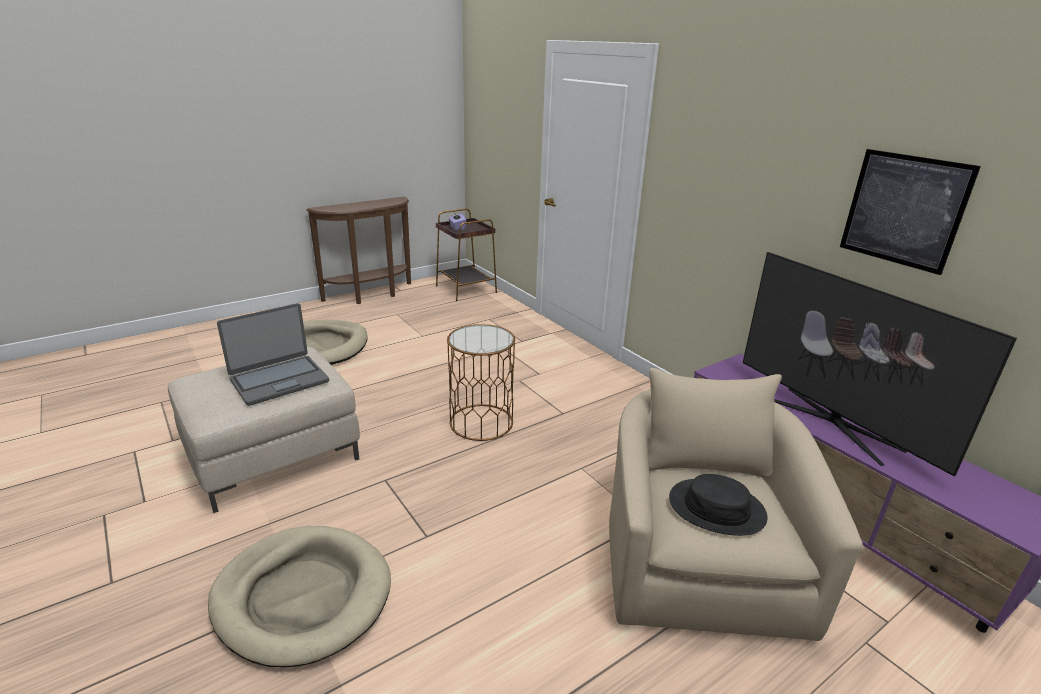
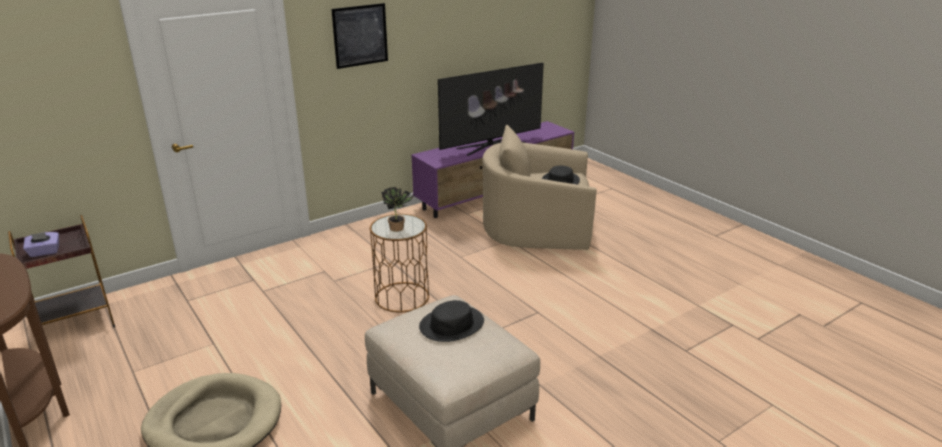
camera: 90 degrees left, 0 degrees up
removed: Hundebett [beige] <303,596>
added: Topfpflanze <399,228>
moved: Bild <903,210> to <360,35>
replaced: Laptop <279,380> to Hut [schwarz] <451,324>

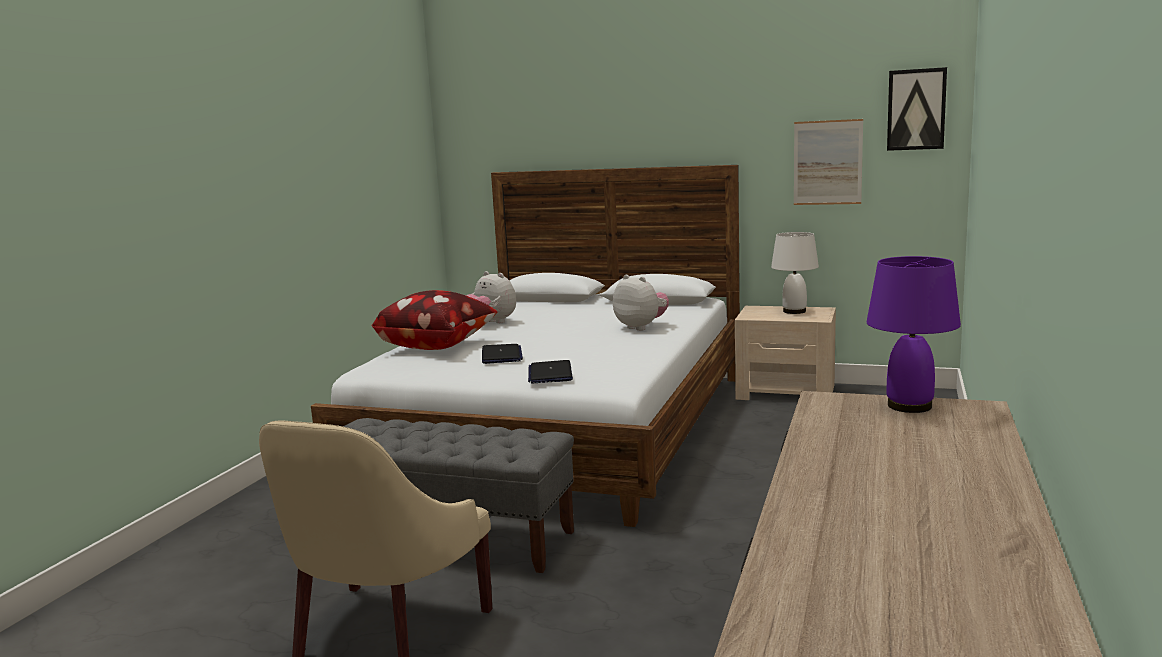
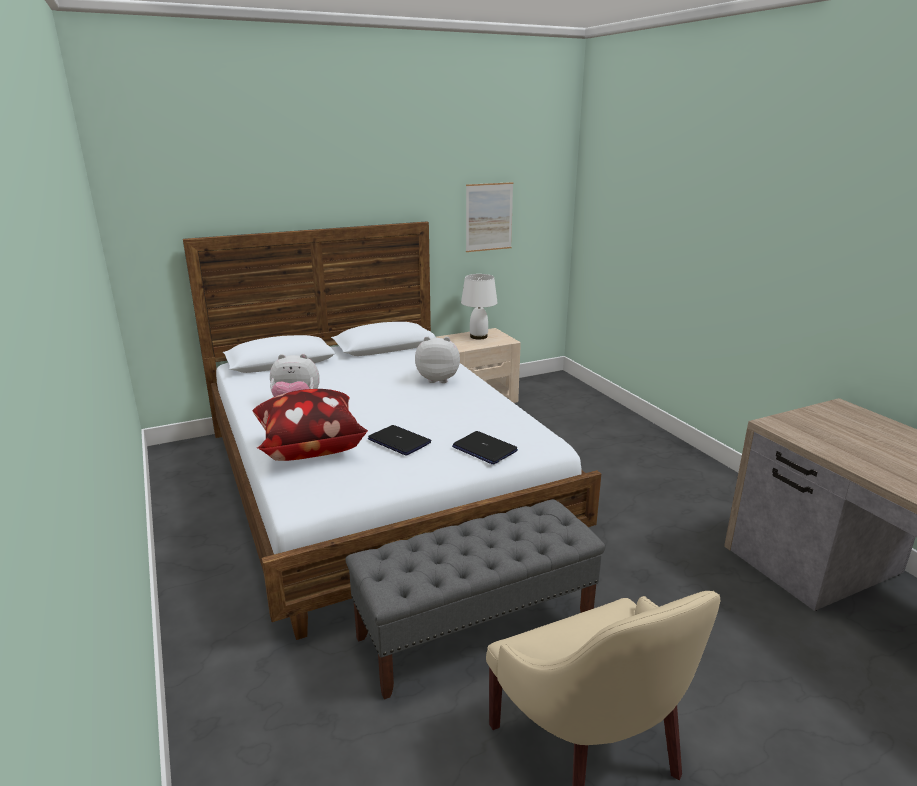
camera: 45 degrees left, 10 degrees up
removed: Tischlampe [lila] <908,406>; Bild <916,109>

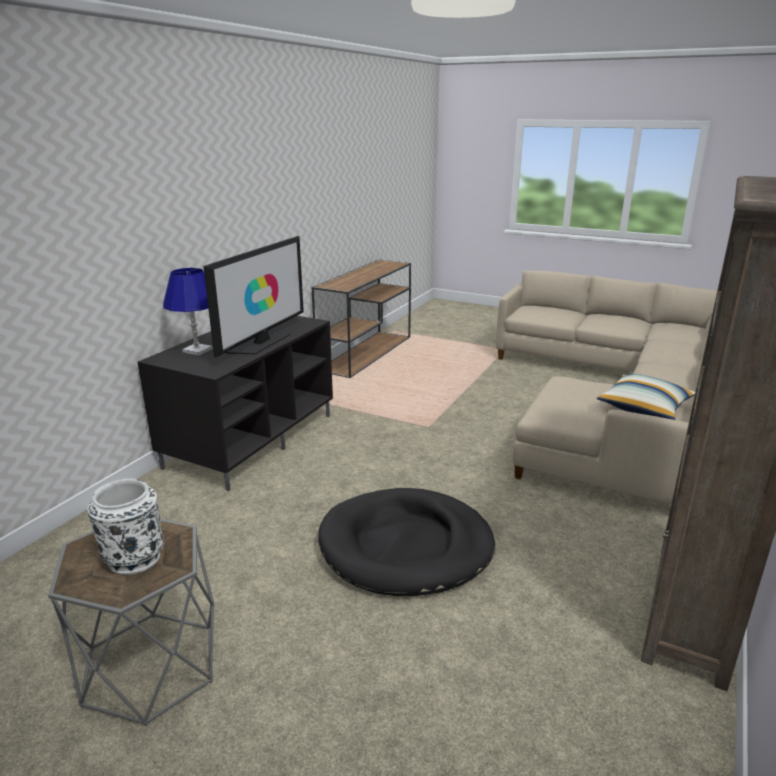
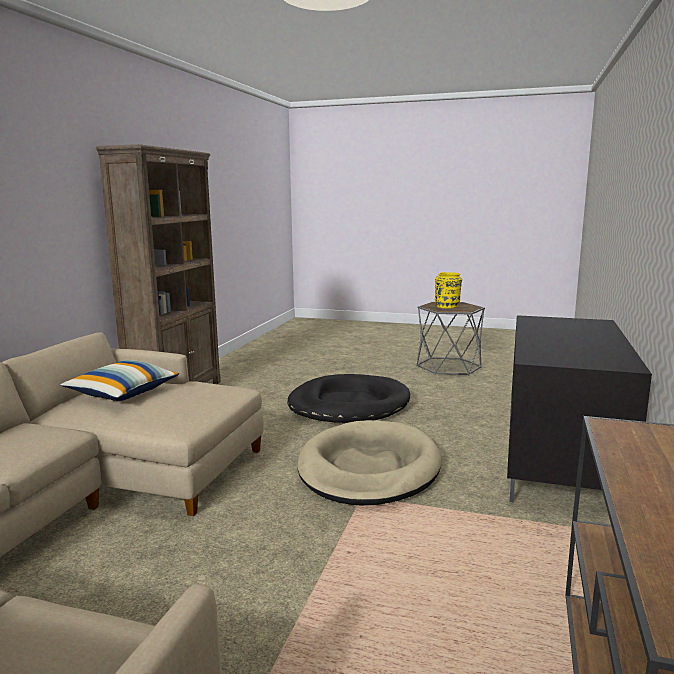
camera: 170 degrees right, 10 degrees down
removed: Tischlampe [blau] <197,350>; Fernseher <262,342>
added: Hundebett [beige] <369,468>
recoloured: Vase [weiß] <133,558> to Vase [gelb] <447,306>

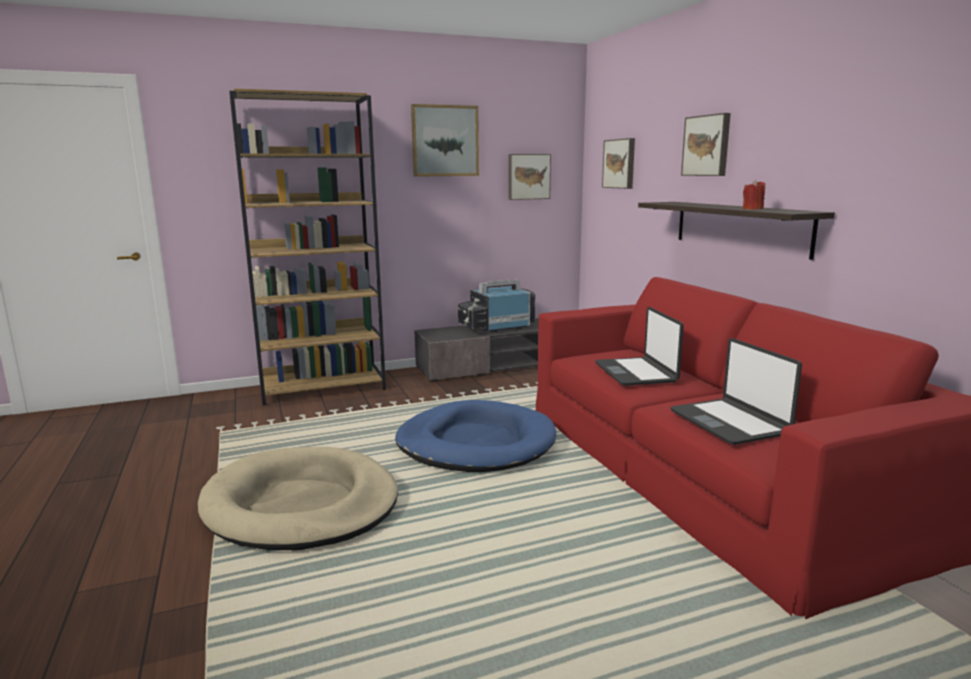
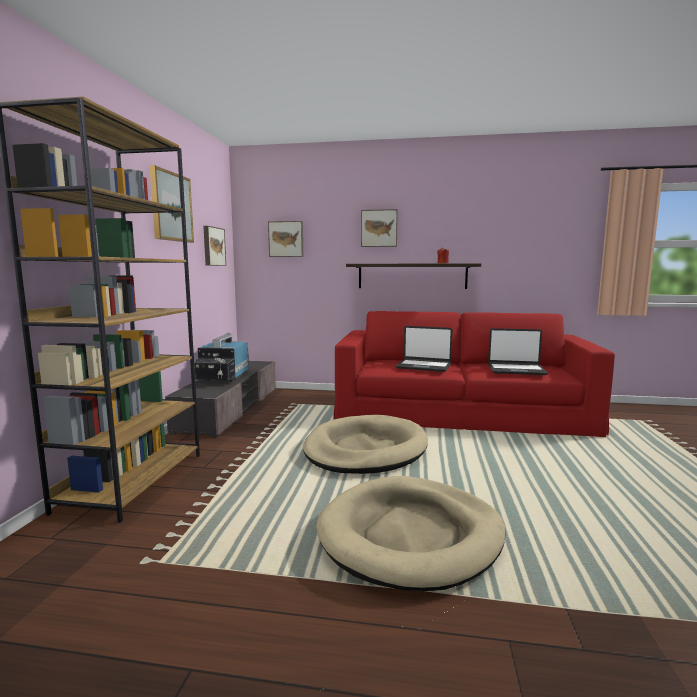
camera: 60 degrees left, 5 degrees down
recoloured: Hundebett [blau] <476,443> to Hundebett [beige] <365,450>

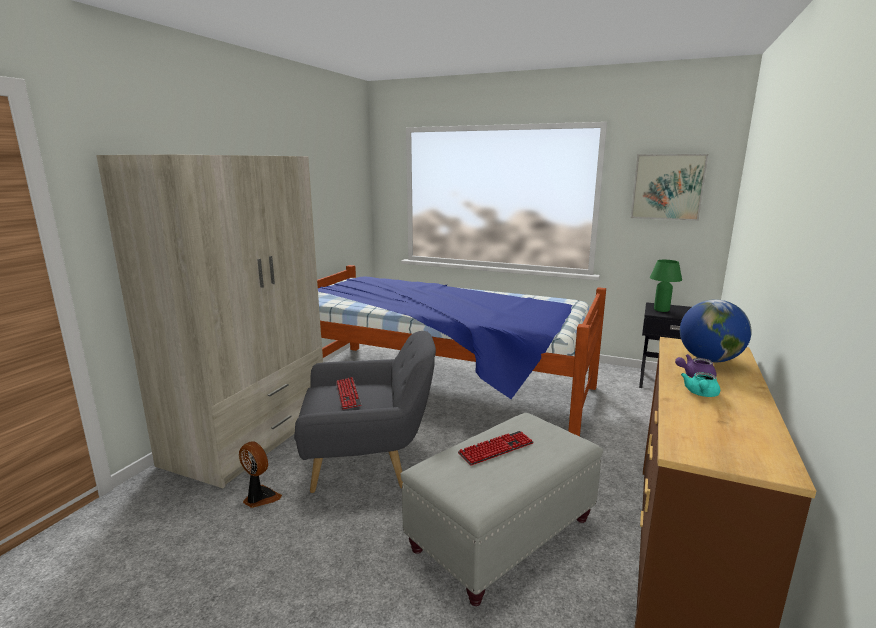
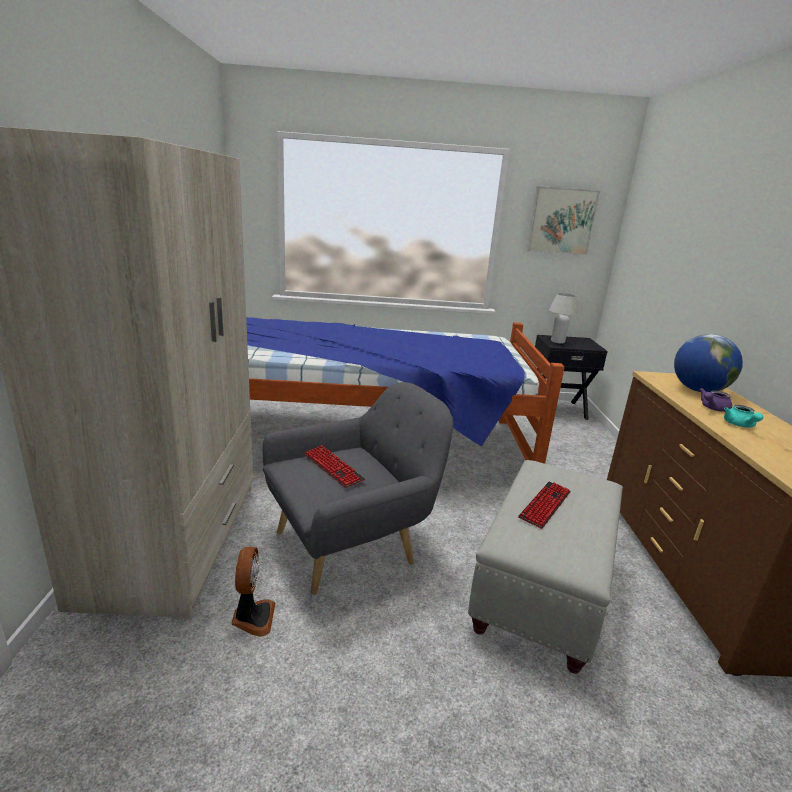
camera: 25 degrees left, 5 degrees up
recoloured: Tischlampe [grün] <661,310> to Tischlampe [weiß] <557,341>
turned: Ventilator <260,498> = <252,617> 75 degrees clockwise

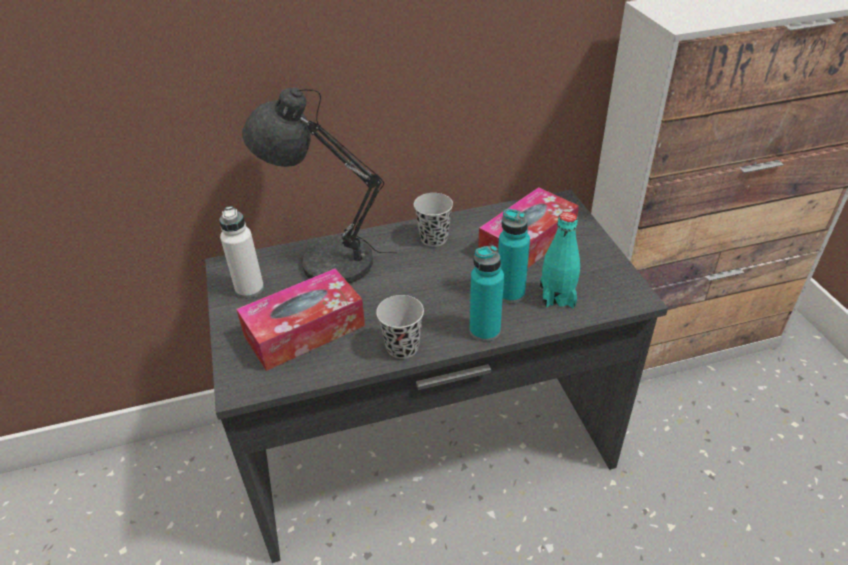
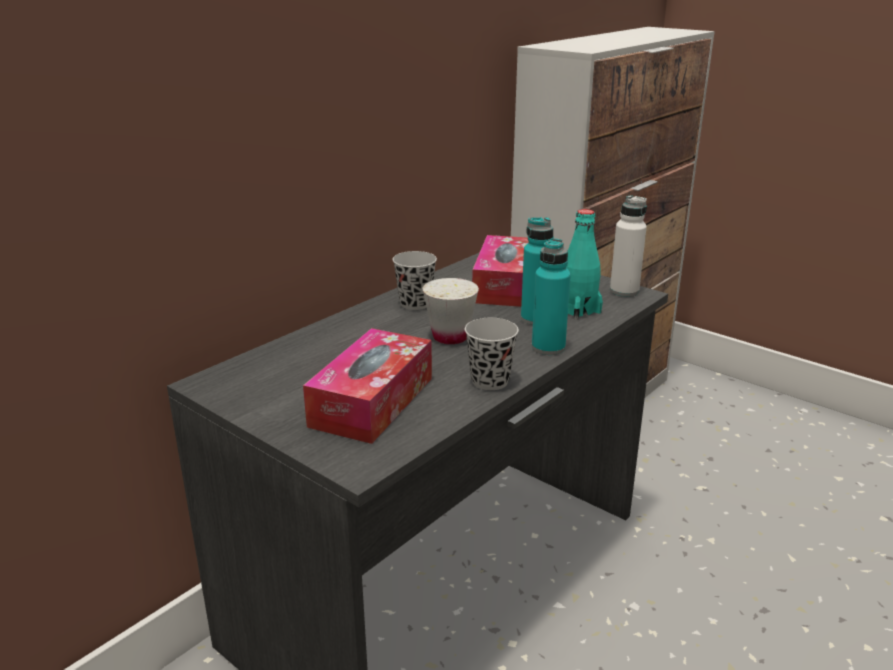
camera: 35 degrees left, 15 degrees down
removed: Tischlampe [grau] <328,261>
added: Tasse [weiß] <450,337>
moved: Flasche [weiß] <249,289> to <624,291>

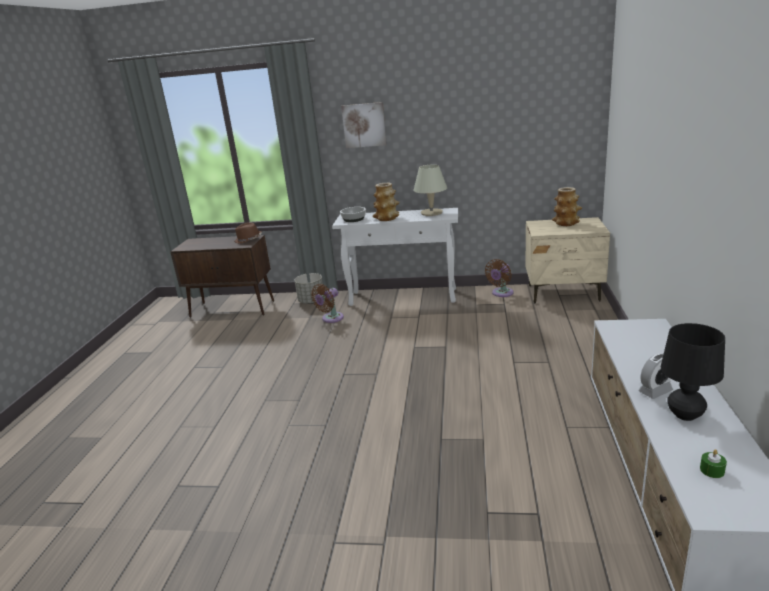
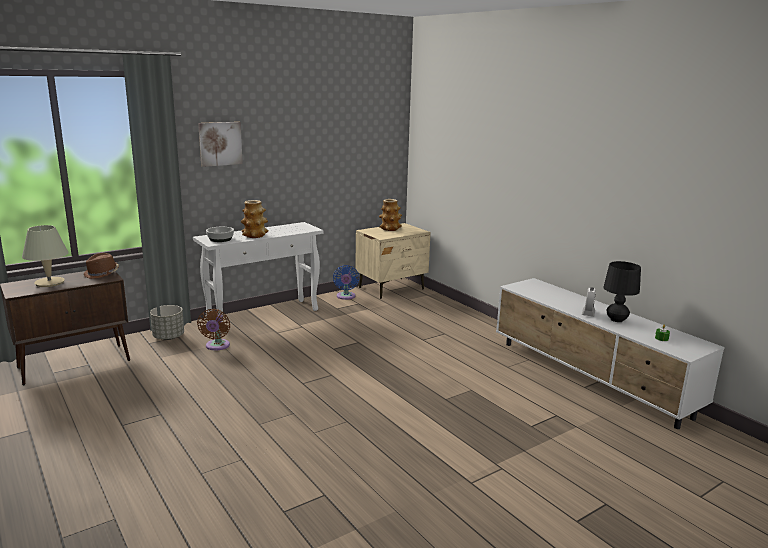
camera: 45 degrees left, 5 degrees down
moved: Tischlampe [beige] <431,213> to <49,283>
recoloured: Ventilator [braun] <501,293> to Ventilator [blau] <346,297>

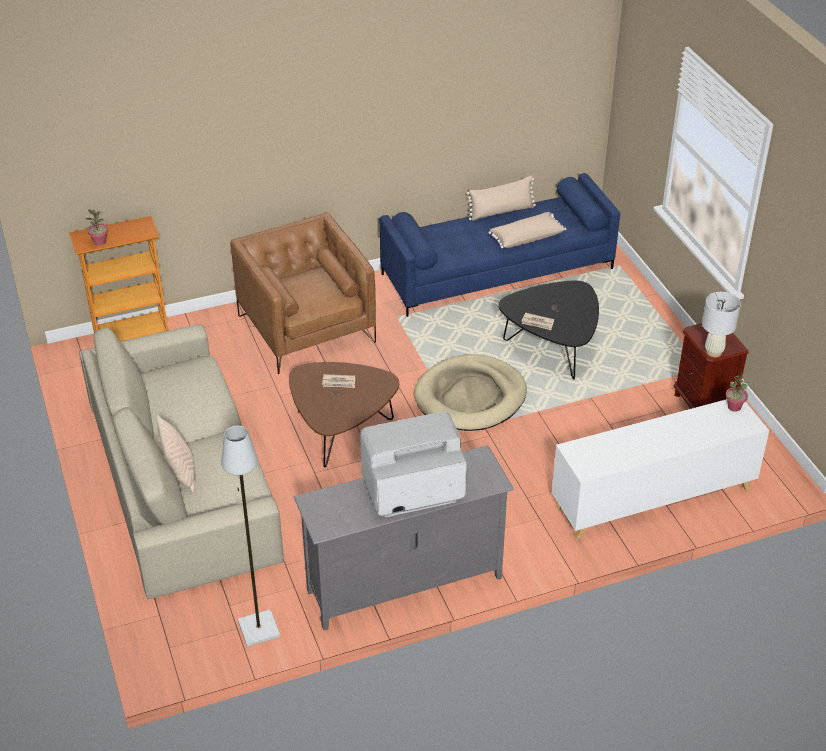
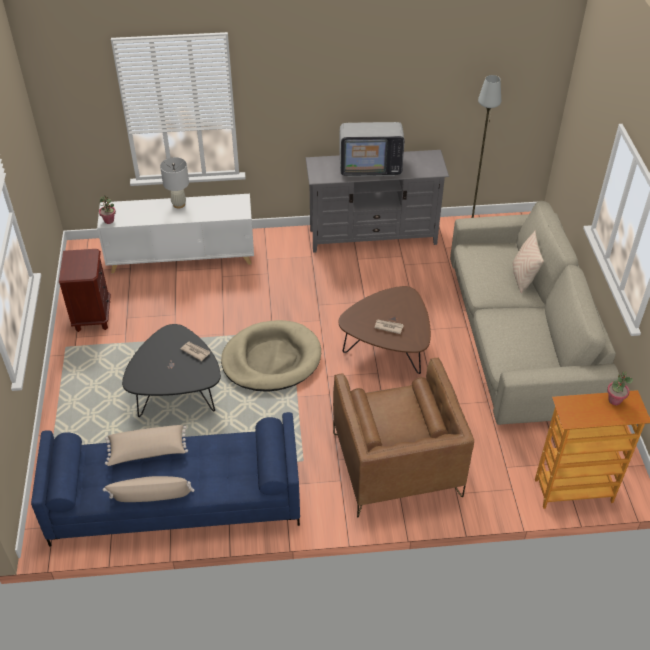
camera: 165 degrees left, 5 degrees up
moved: Tischlampe [weiß] <714,352> to <179,204>

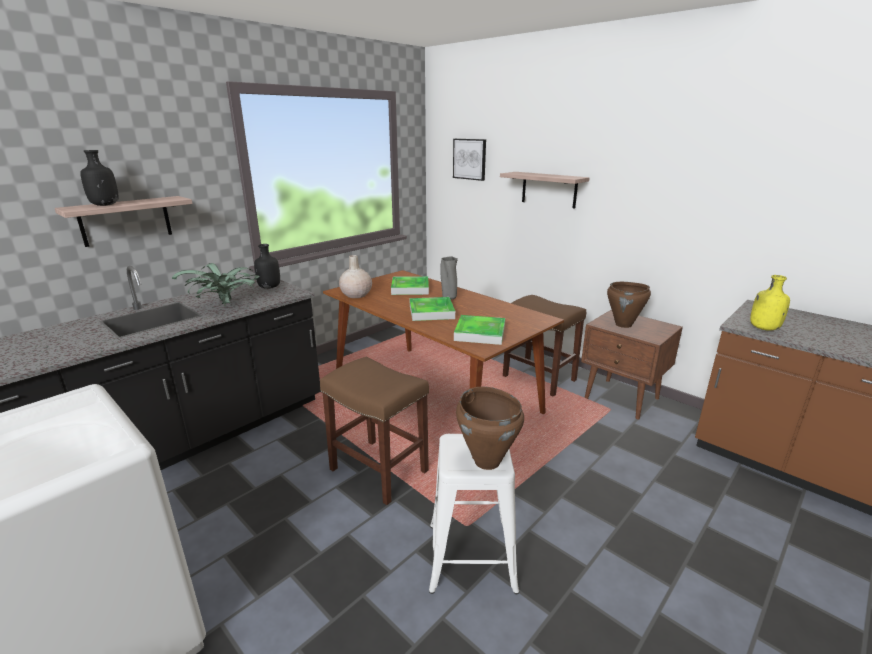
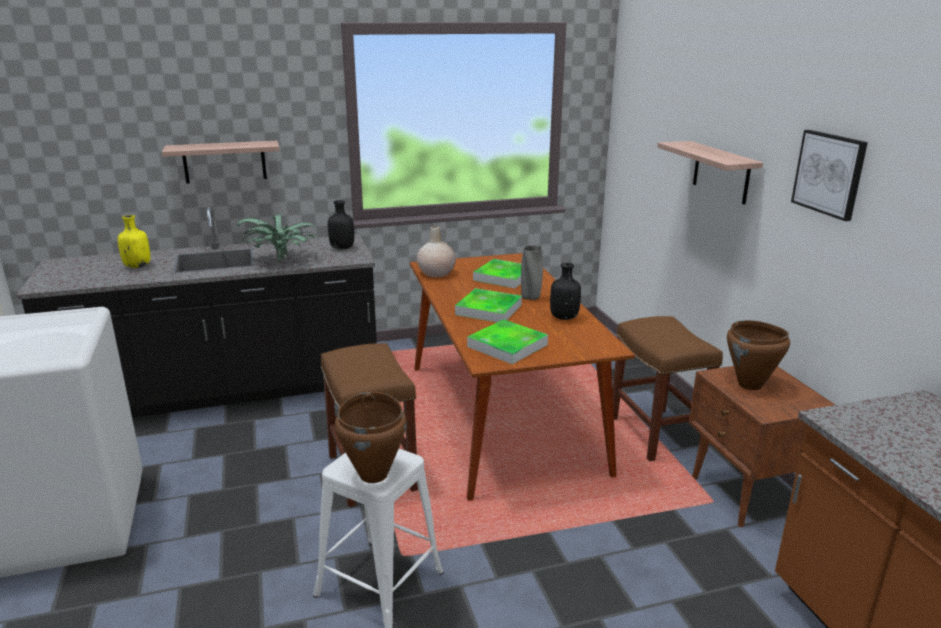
camera: 30 degrees right, 0 degrees up
moved: Flasche [gelb] <763,328> to <137,266>; Flasche [schwarz] <104,205> to <563,317>; Bild <469,159> to <829,174>

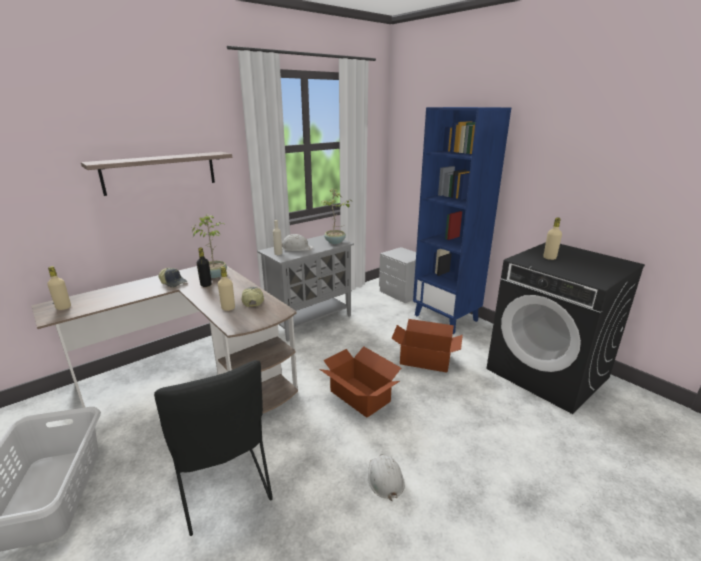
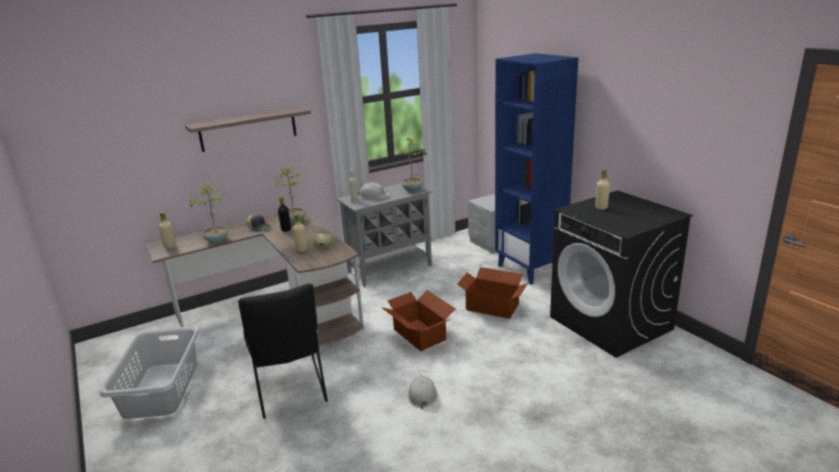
camera: 10 degrees right, 0 degrees up
added: Topfpflanze <216,240>

